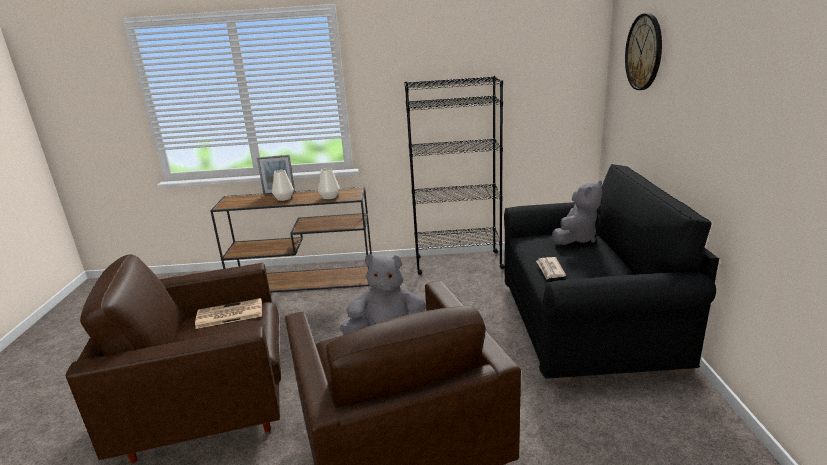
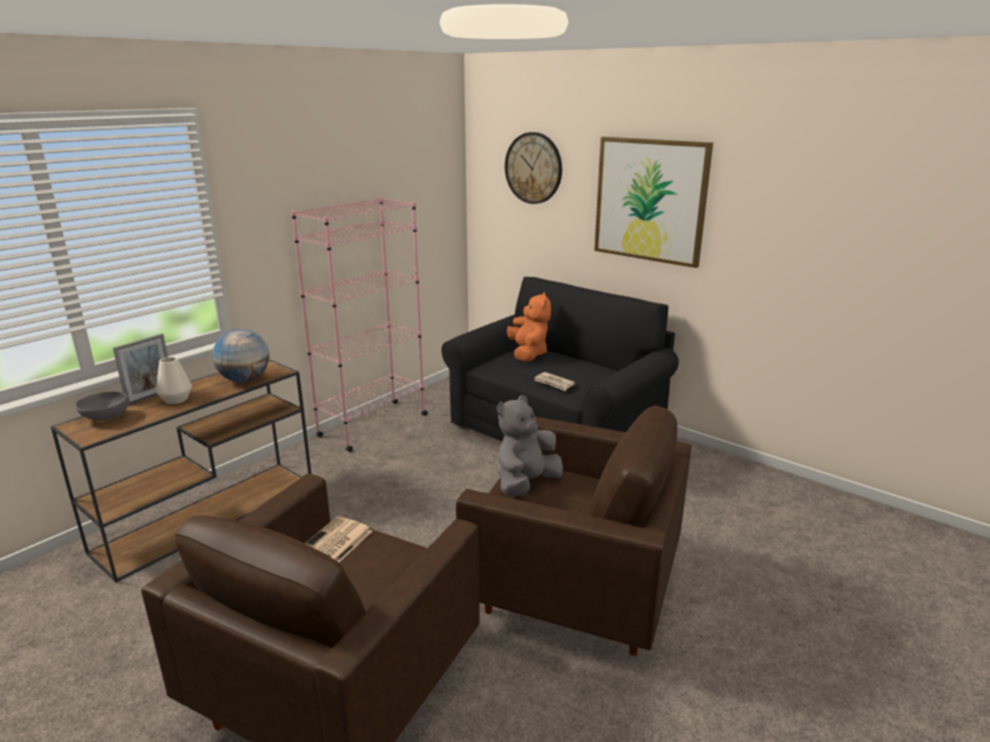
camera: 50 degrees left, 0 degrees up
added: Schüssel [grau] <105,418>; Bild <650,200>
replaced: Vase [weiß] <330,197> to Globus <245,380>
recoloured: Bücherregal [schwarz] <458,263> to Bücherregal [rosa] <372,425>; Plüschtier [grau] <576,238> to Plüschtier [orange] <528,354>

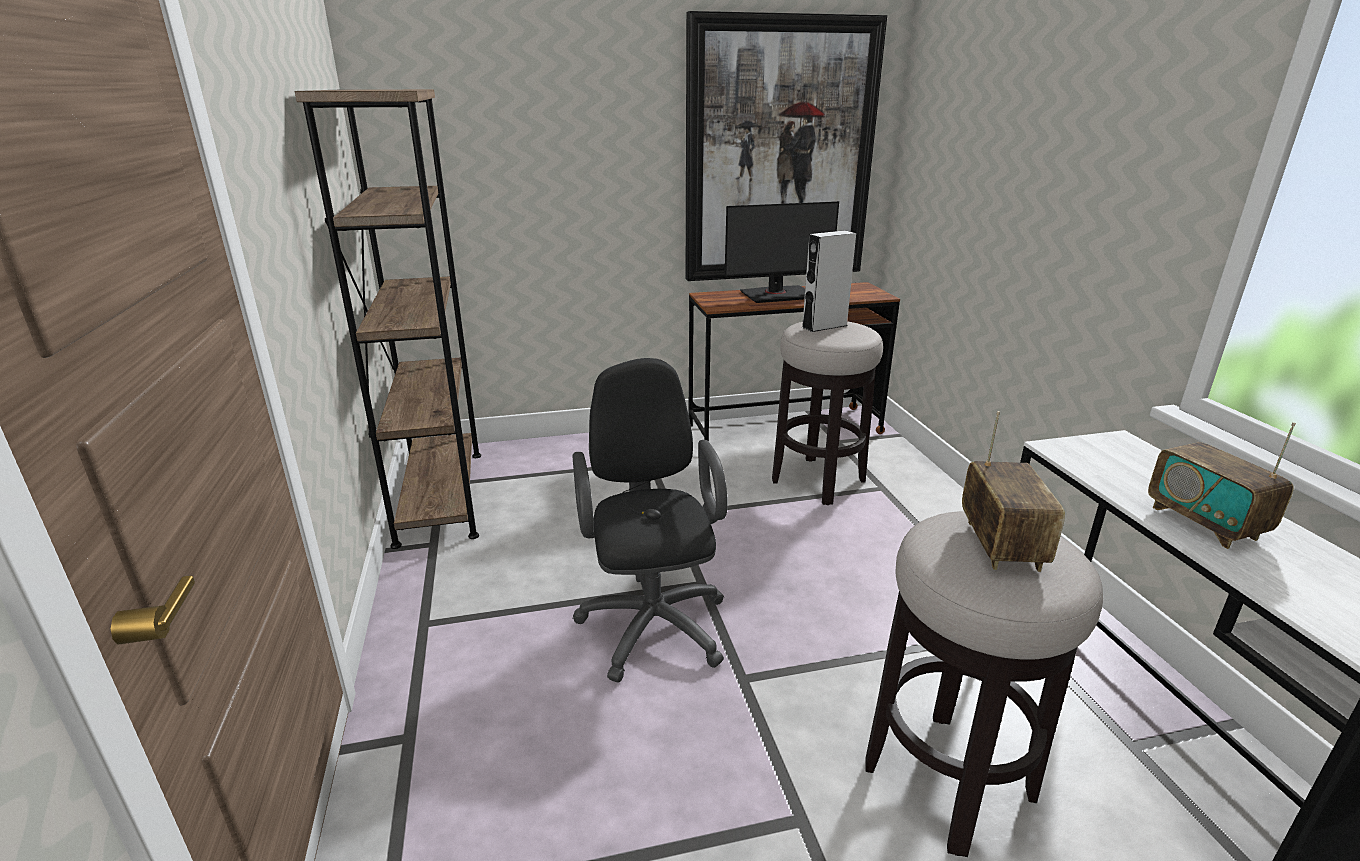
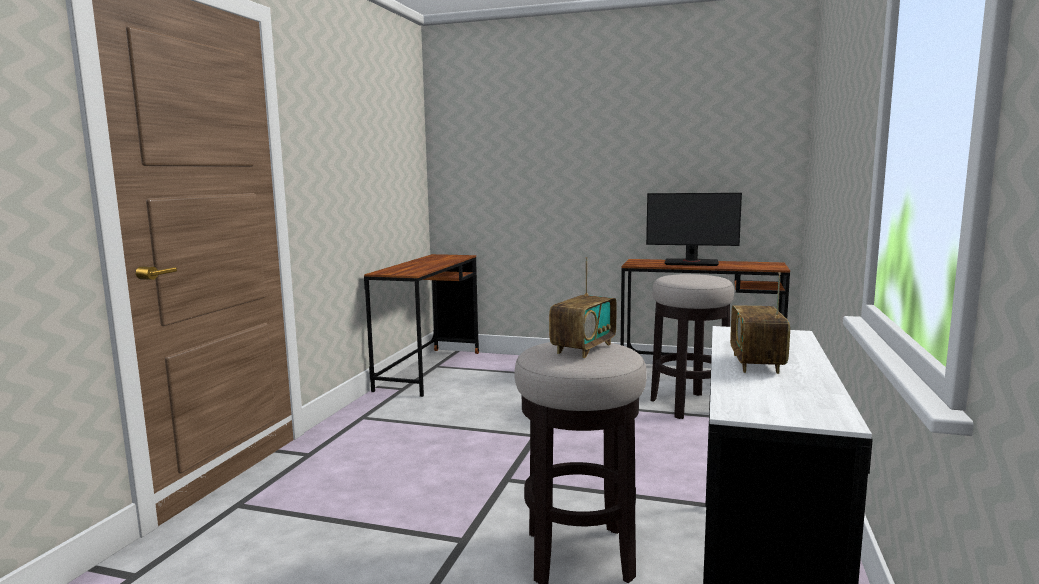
camera: 30 degrees right, 15 degrees down
removed: Bürostuhl [schwarz] <652,620>; Bild <779,153>; Lautsprecher [grau] <824,326>
replaced: Bücherregal [braun] <440,496> to Schreibtisch [braun] <429,370>

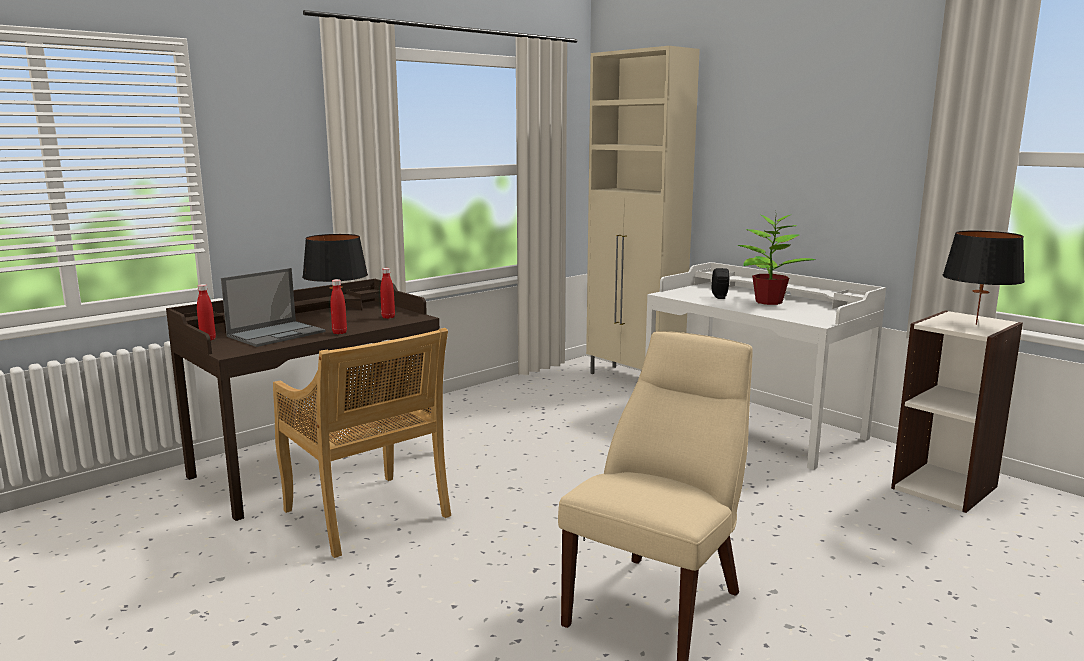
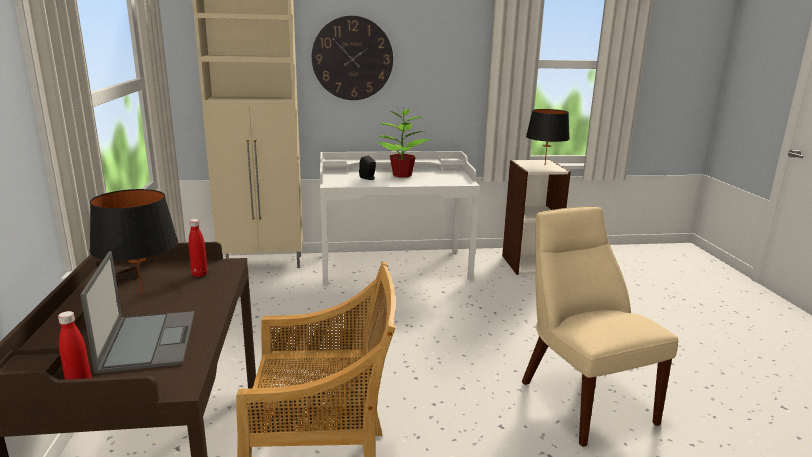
camera: 55 degrees left, 5 degrees up
removed: Flasche [rot] <339,333>
added: Wanduhr <352,58>

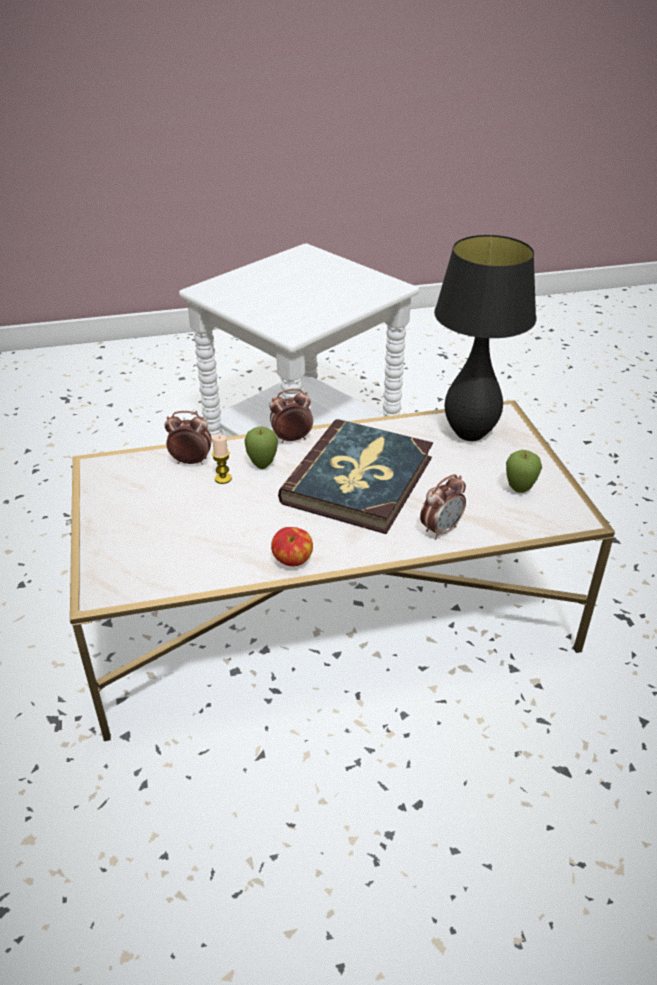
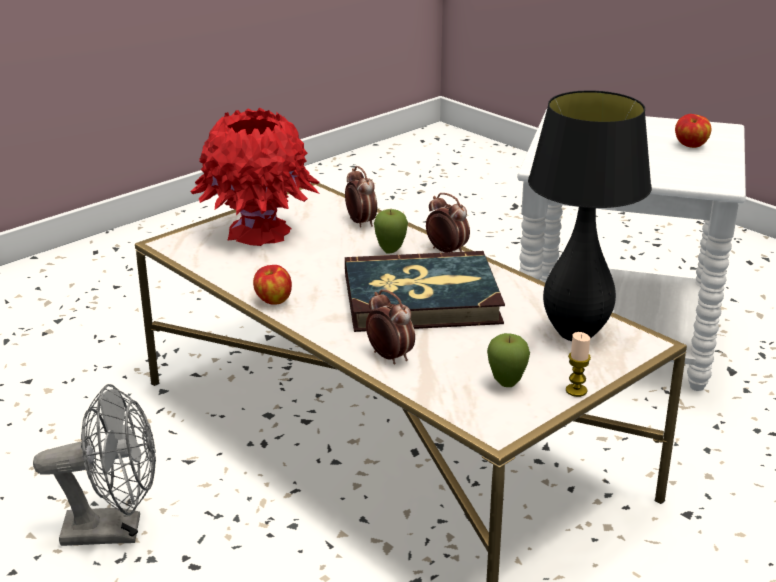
camera: 60 degrees right, 10 degrees down
added: Ventilator [grau] <115,530>; Vase [rot] <258,233>; Apfel <690,146>
moved: Kerze <223,478> to <576,390>
turned: Wecker <441,530> = <389,357> 150 degrees counterclockwise

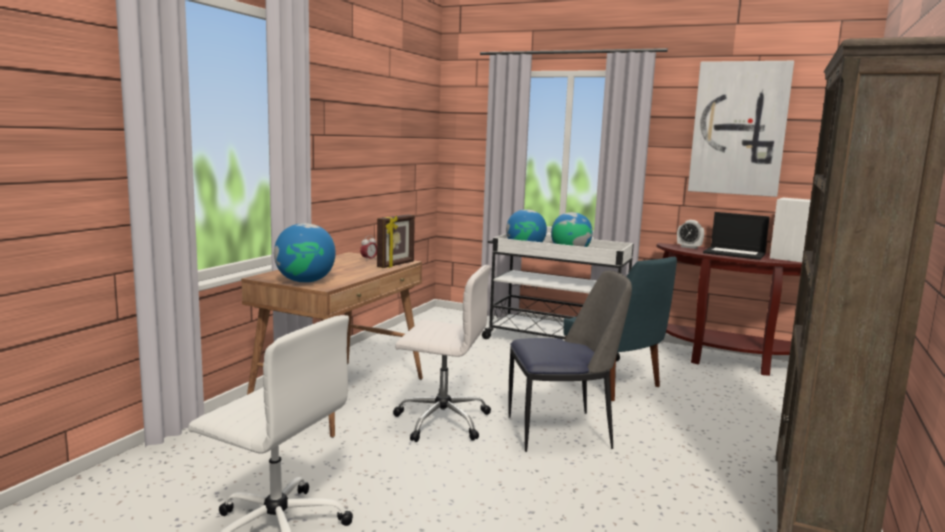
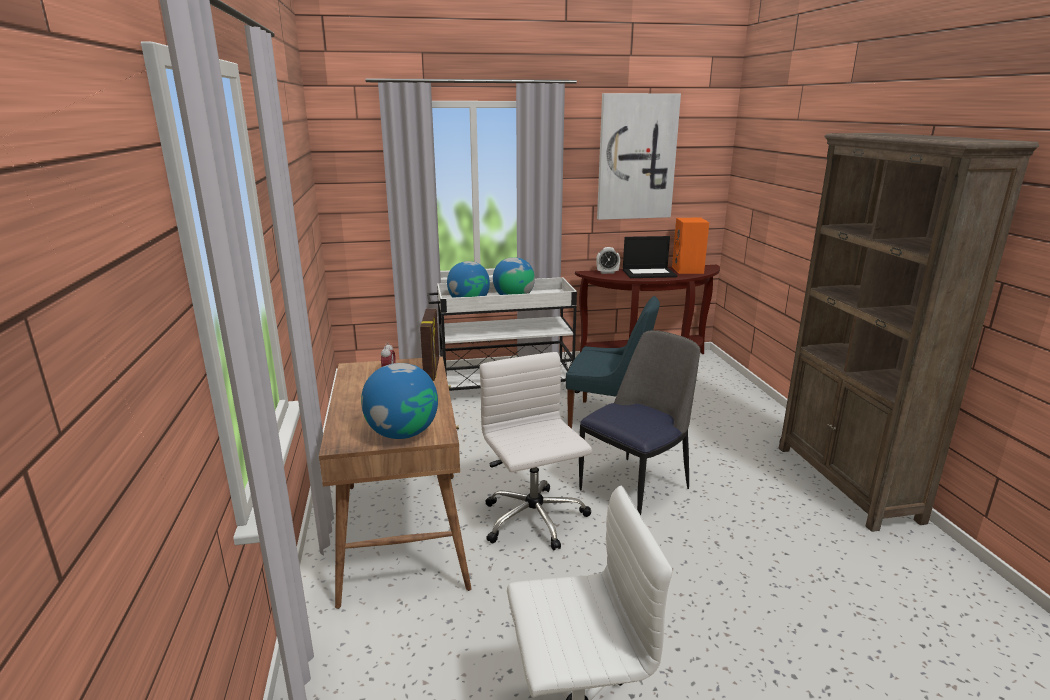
camera: 35 degrees left, 10 degrees up
recoloured: Lautsprecher [weiß] <789,258> to Lautsprecher [orange] <688,270>
turned: Bürostuhl [weiß] <441,420> = <534,520> 90 degrees counterclockwise

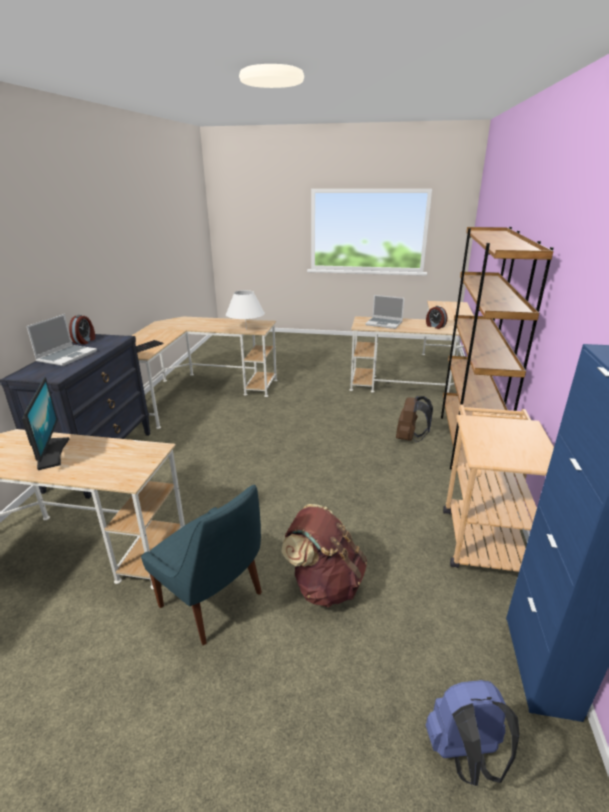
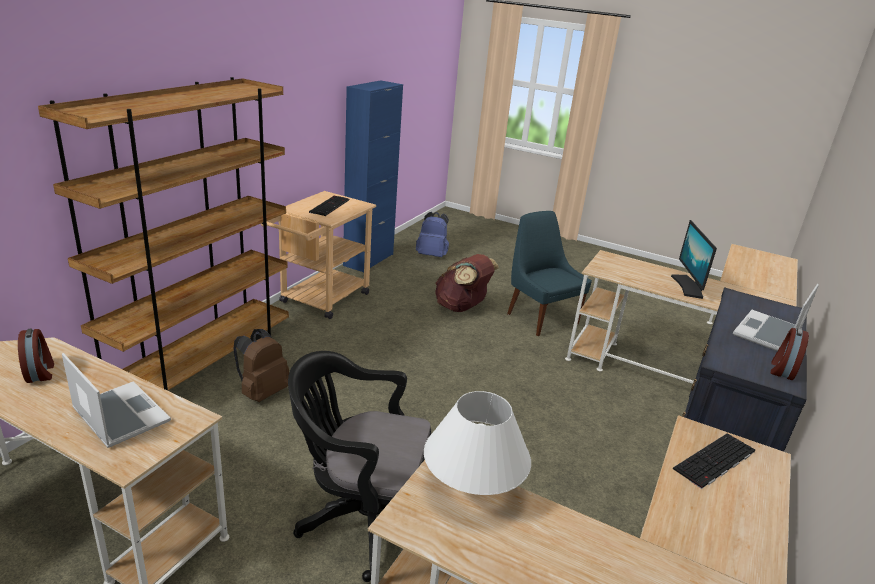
camera: 165 degrees left, 0 degrees up
added: Bürostuhl [schwarz] <361,517>; Tastatur <329,205>

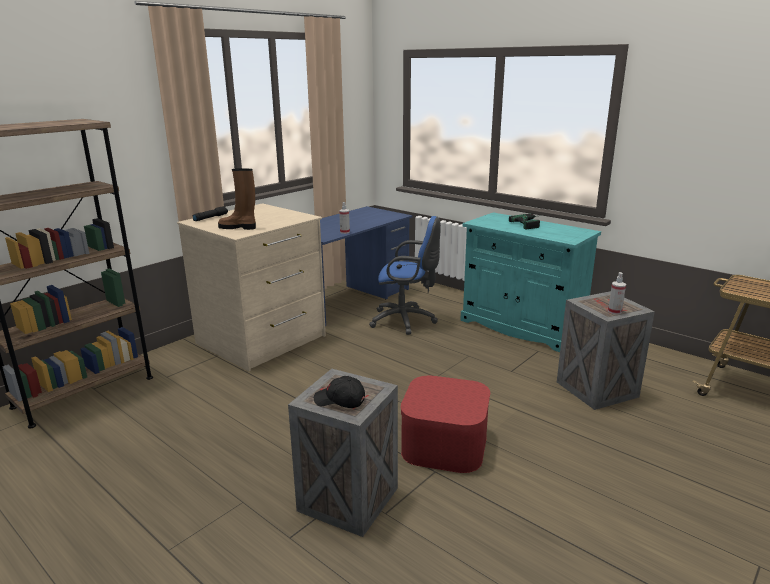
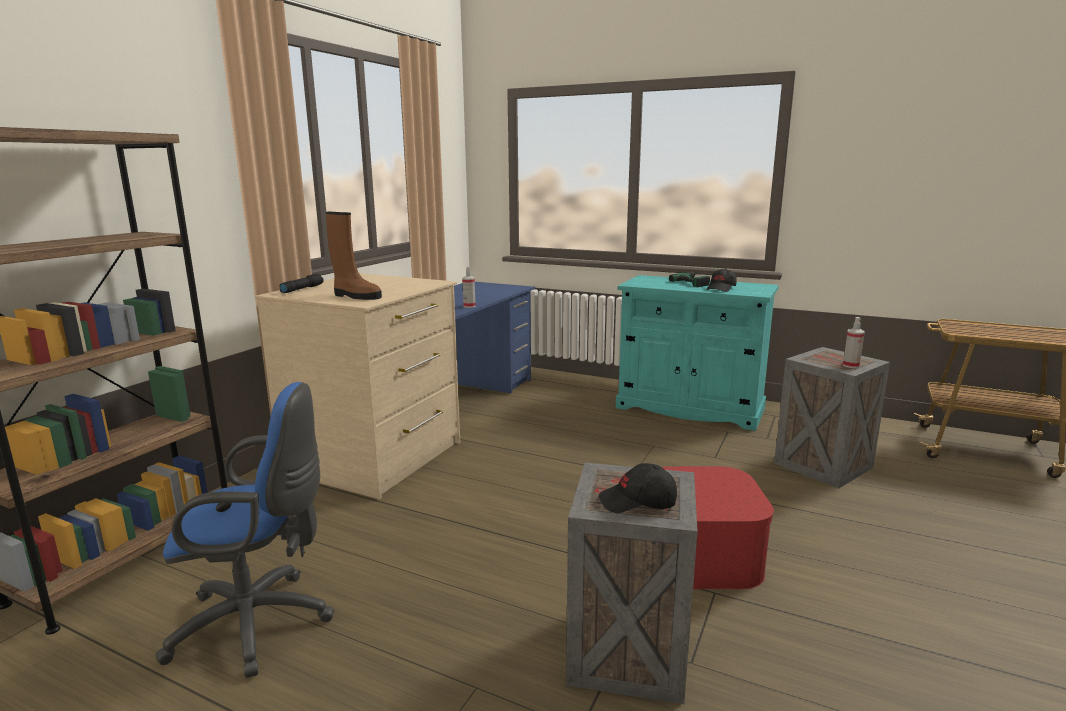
camera: 15 degrees left, 5 degrees down
added: Kappe [schwarz] <721,289>
moved: Bürostuhl [blau] <406,321> to <260,623>
turned: Stiefel [braun] <238,227> = <356,296> 150 degrees counterclockwise

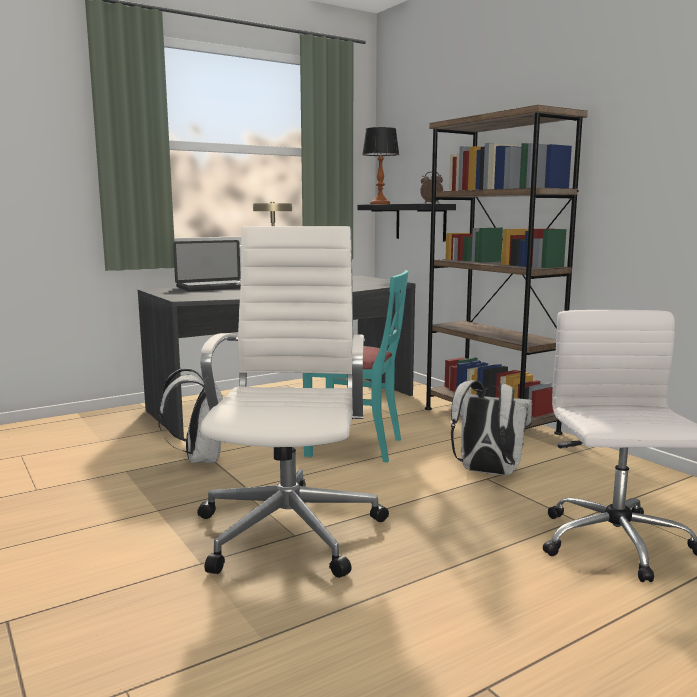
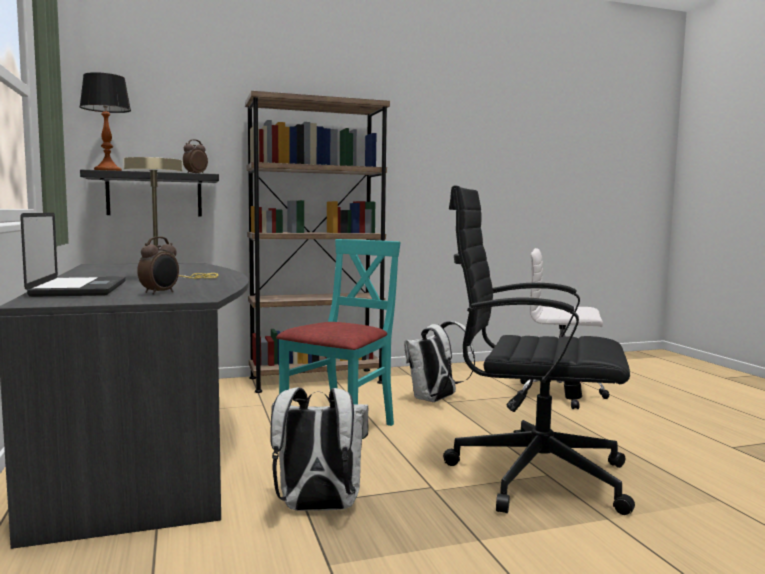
camera: 75 degrees left, 5 degrees down
added: Wecker <160,293>
recoloured: Bürostuhl [weiß] <291,528> to Bürostuhl [schwarz] <532,475>

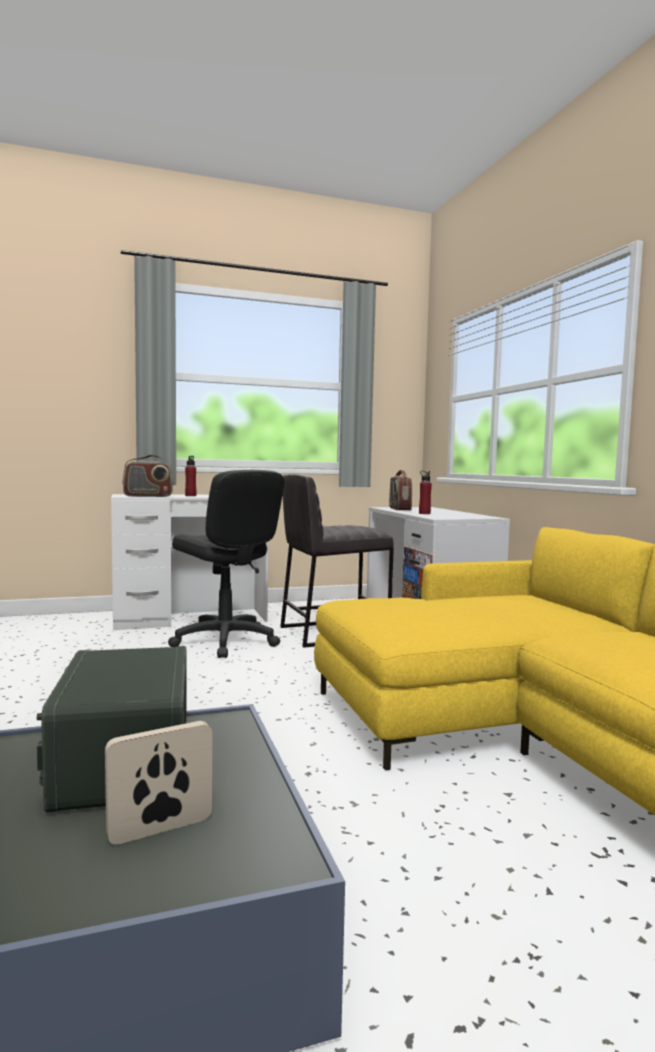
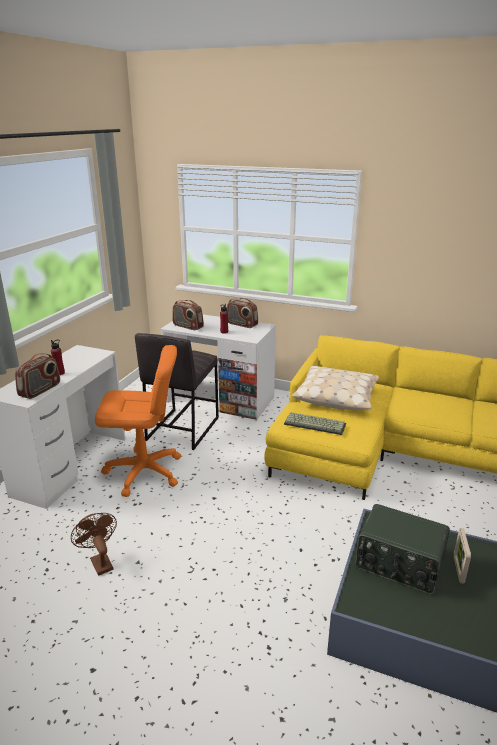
camera: 50 degrees left, 20 degrees up
added: Ventilator [braun] <99,561>; Radio <241,324>; Tastatur <315,424>; Kissen [beige] <336,396>
recoloured: Bürostuhl [schwarz] <225,641> to Bürostuhl [orange] <144,472>

